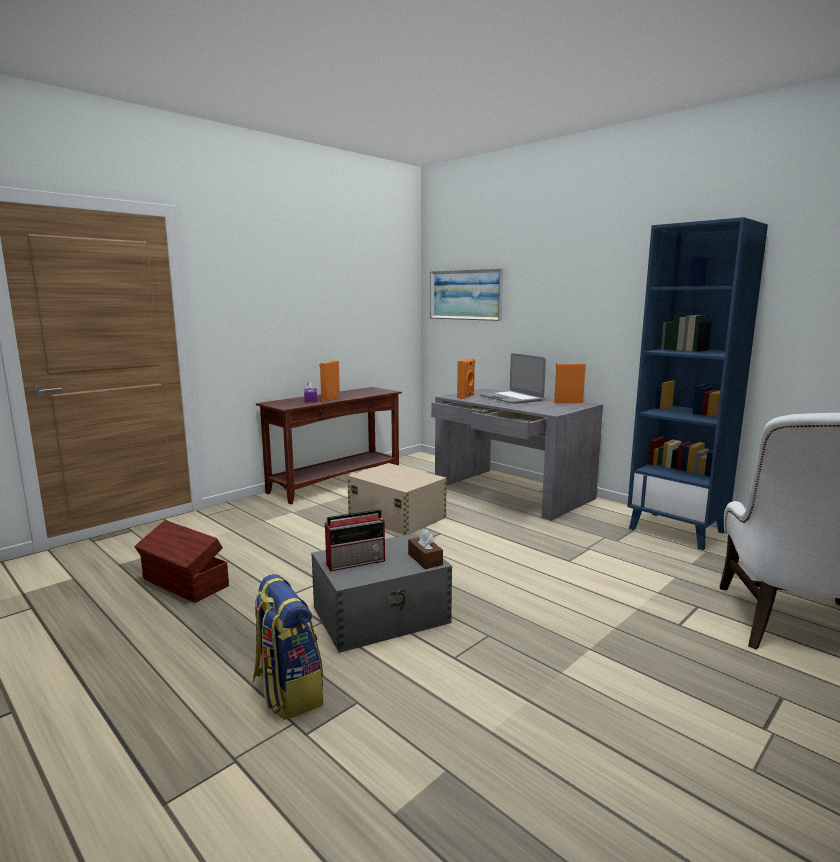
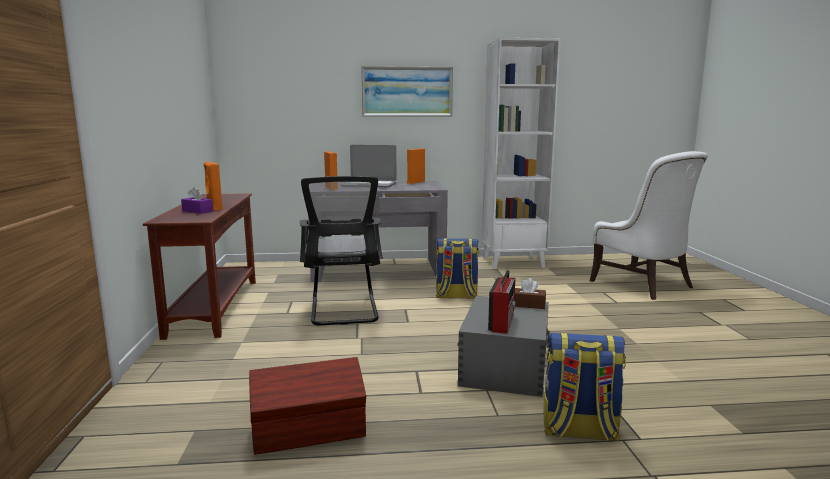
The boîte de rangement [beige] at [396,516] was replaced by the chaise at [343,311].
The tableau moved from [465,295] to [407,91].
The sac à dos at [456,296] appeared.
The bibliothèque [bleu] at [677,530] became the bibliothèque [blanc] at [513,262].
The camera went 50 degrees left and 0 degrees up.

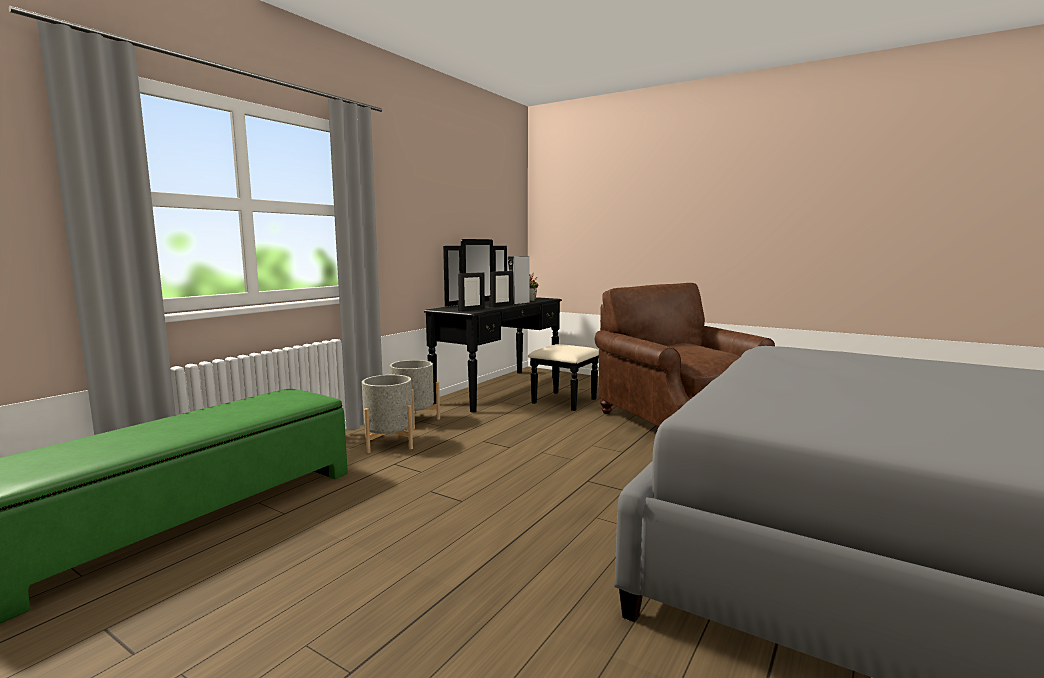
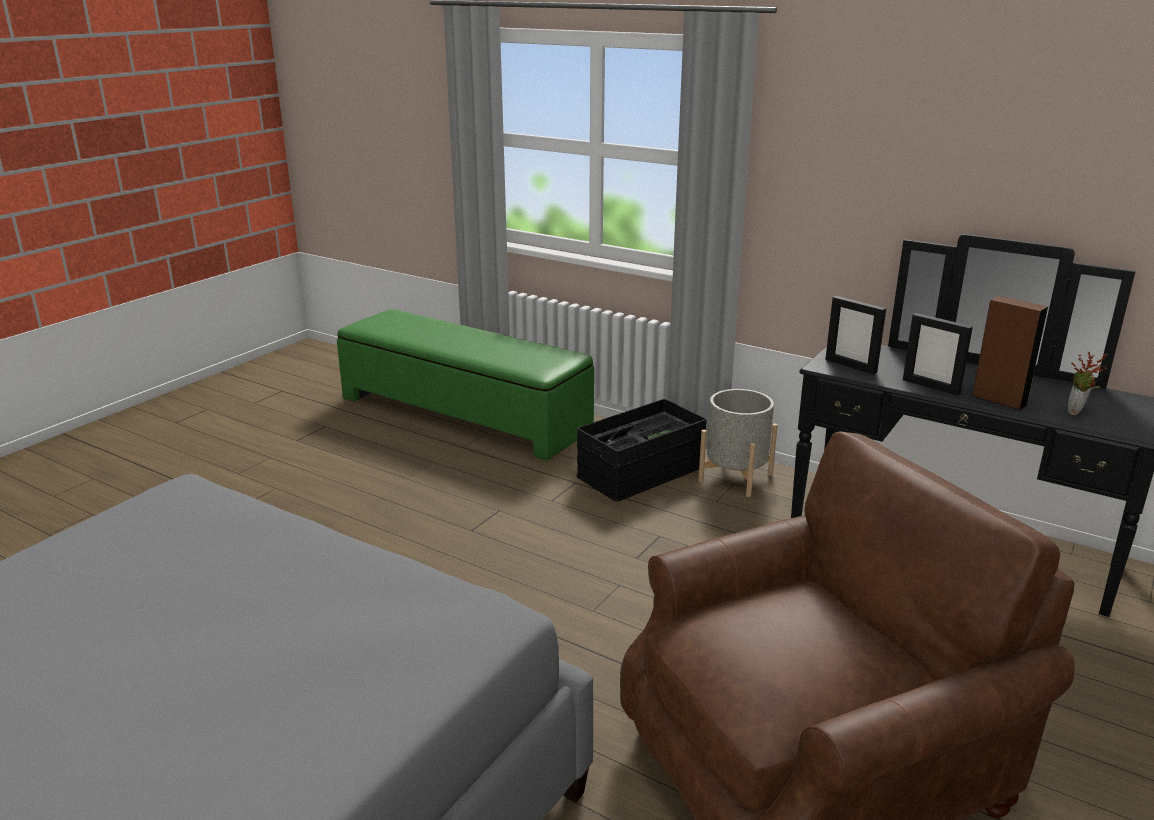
The cache-pot [gris] at [389,443] was replaced by the boîte de rangement [noir] at [641,472].
The enceinte [gris] at [518,303] became the enceinte [marron] at [999,400].
The camera went 90 degrees right and 15 degrees up.

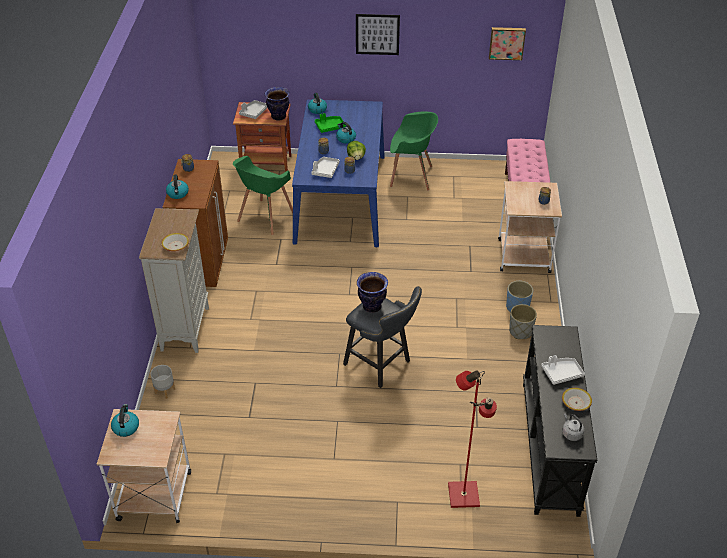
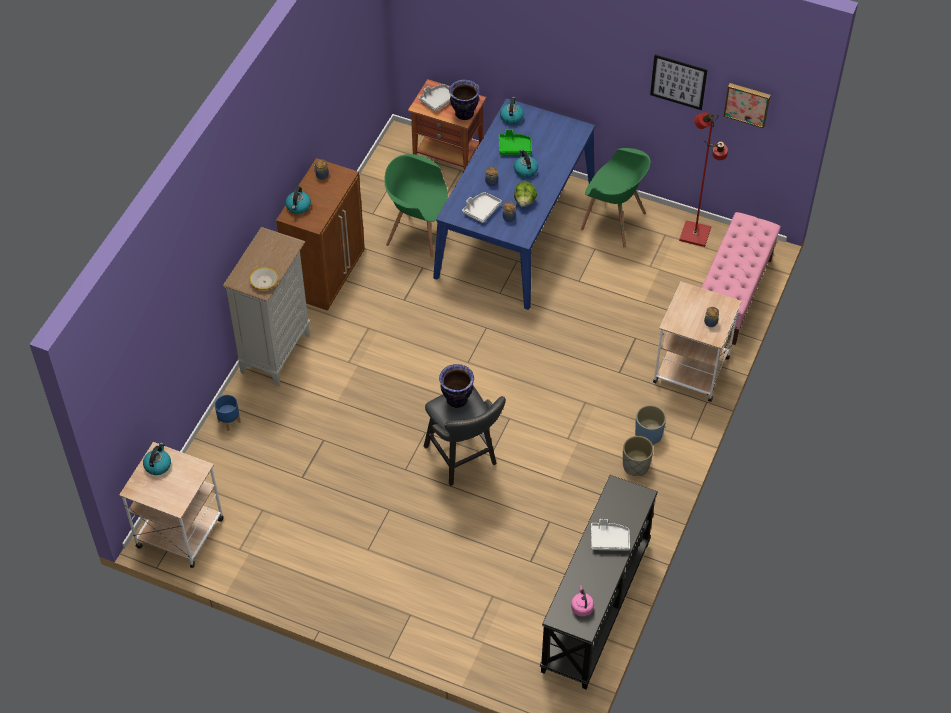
The cache-pot [gris] at [164,390] became the cache-pot [bleu] at [229,421].
The chaise [vert] at [265,217] turned 60 degrees clockwise.
The bouilloire [gris] at [571,433] became the bouilloire [rose] at [581,607].
The tableau moved from [377,34] to [678,82].
The lampadaire [rouge] moved from [463,495] to [695,234].
The bol at [576,403] disappeared.
The camera went 20 degrees right and 10 degrees up.

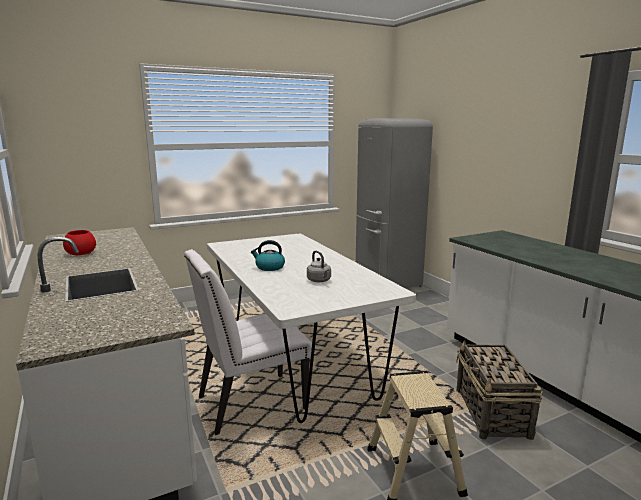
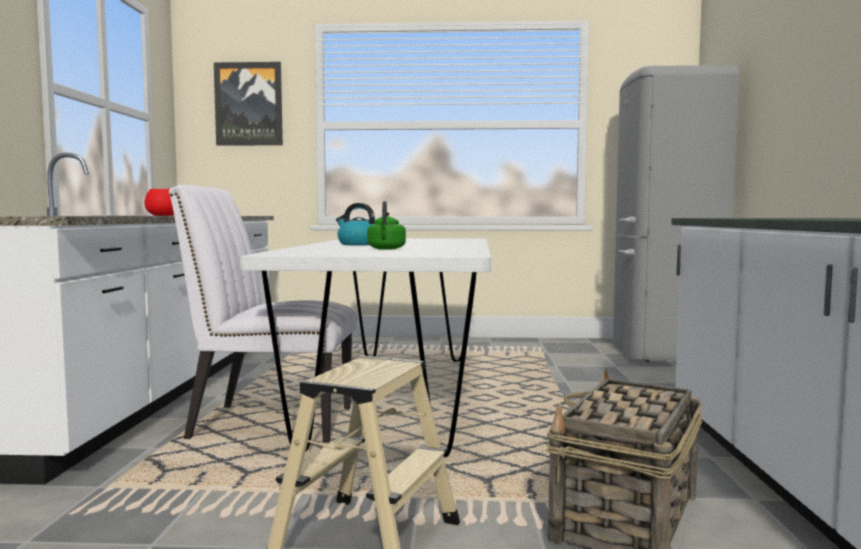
The tableau at [249,104] appeared.
The bouilloire [gris] at [319,281] became the bouilloire [vert] at [386,249].
The camera went 30 degrees right and 10 degrees down.

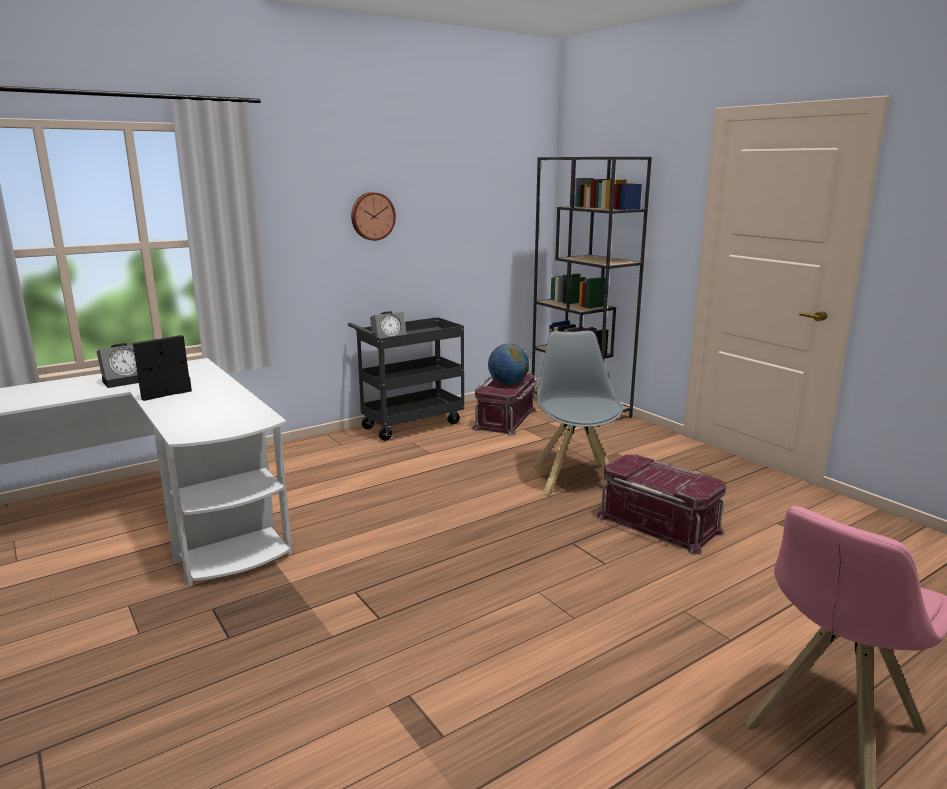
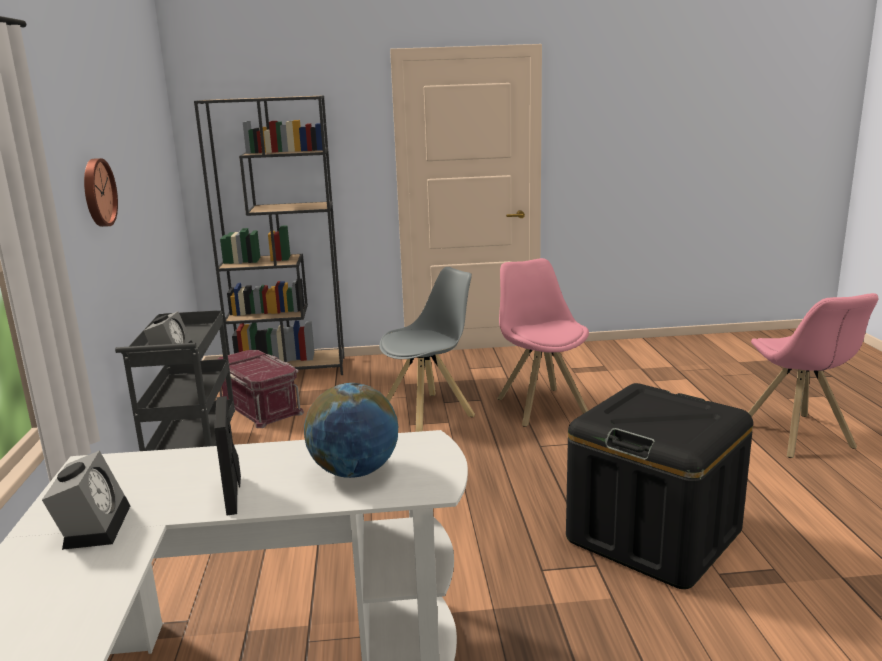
The globe moved from [508,383] to [354,471].
The chaise [gris] at [574,477] turned 120 degrees clockwise.
The boîte de rangement [rouge] at [659,523] was replaced by the chaise [rose] at [540,406].
The boîte de rangement [noir] at [653,535] appeared.
The camera went 60 degrees left and 0 degrees up.

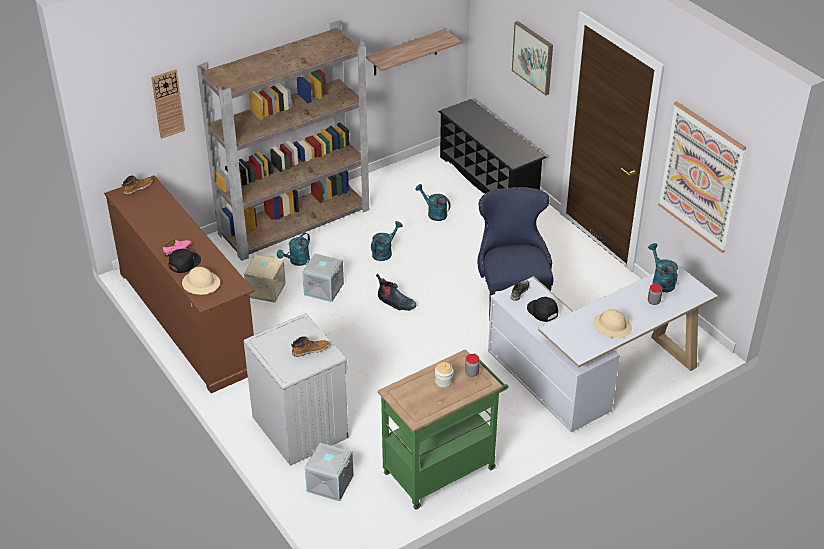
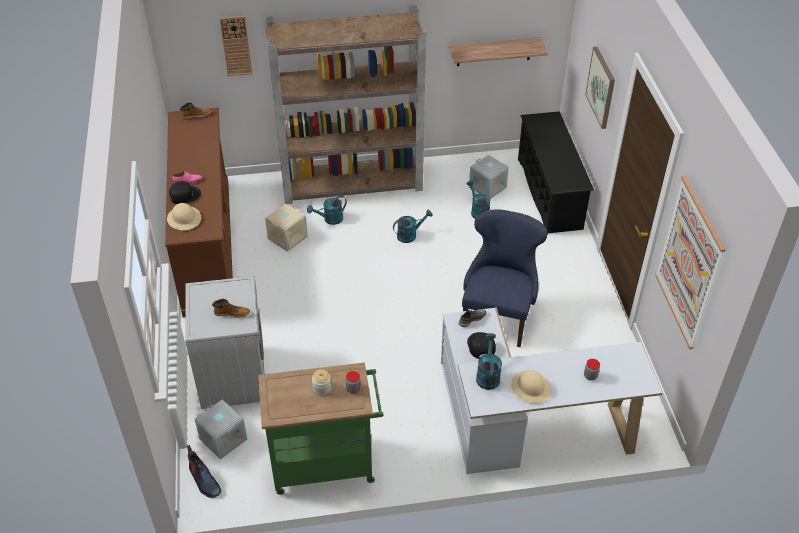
The botte moved from [395,303] to [204,481].
The boîte de rangement [gris] moved from [324,288] to [488,187].
The arrosoir [turquoise] moved from [661,281] to [487,375].
The camera went 25 degrees right and 5 degrees up.

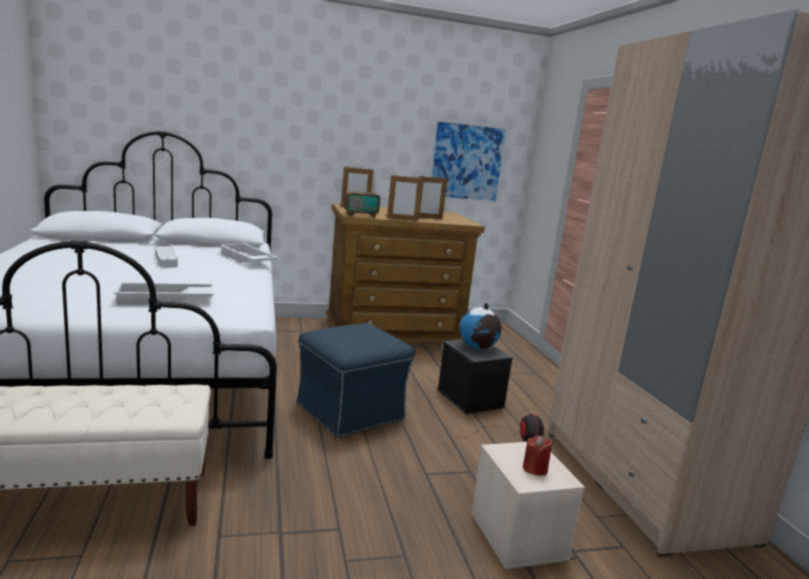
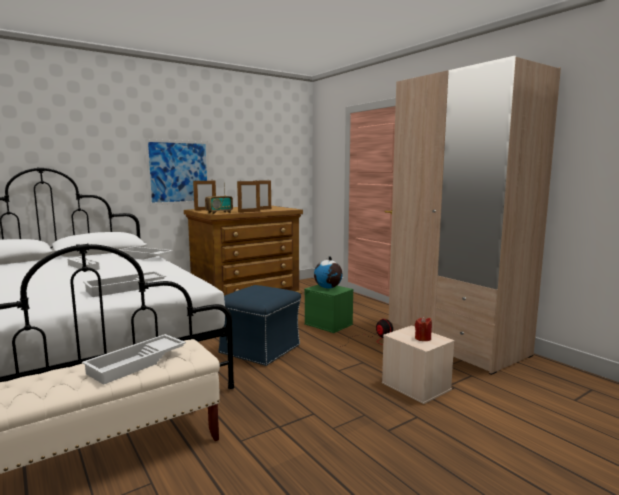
The plateau [blanc] at [137,363] appeared.
The tableau moved from [467,162] to [179,172].
The boîte de rangement [noir] at [471,399] became the boîte de rangement [vert] at [329,324].
The camera went 20 degrees left and 5 degrees down.

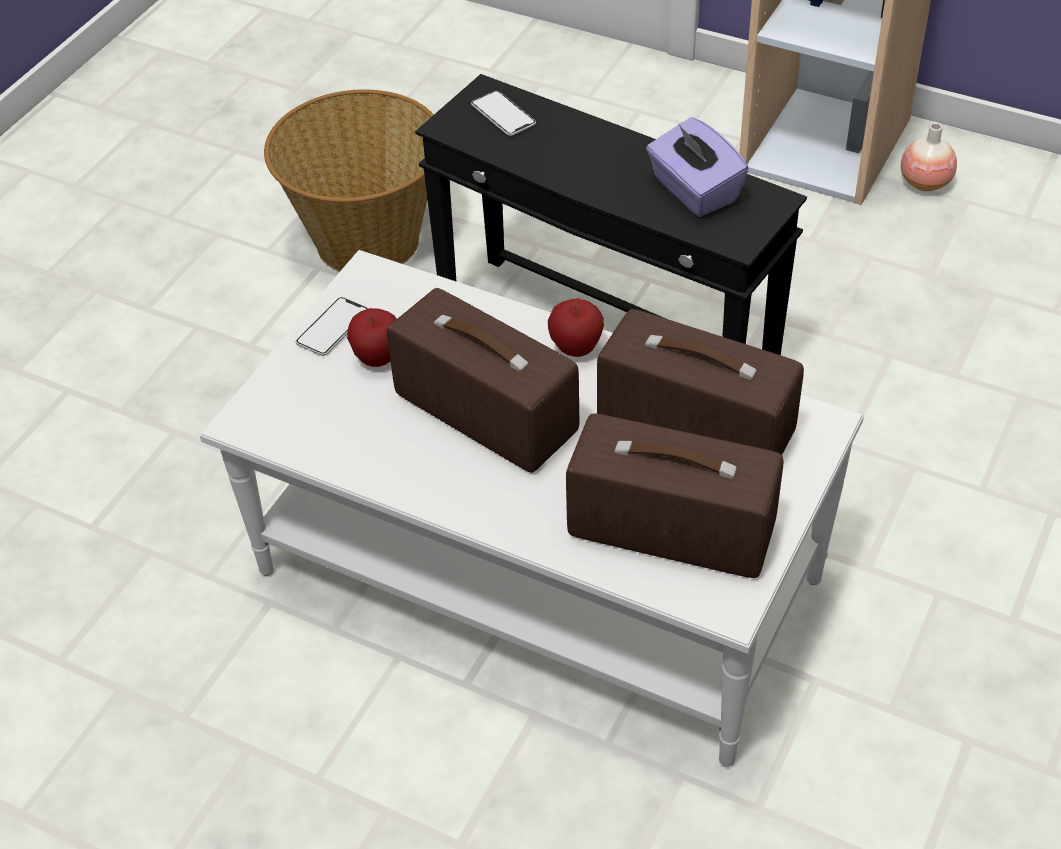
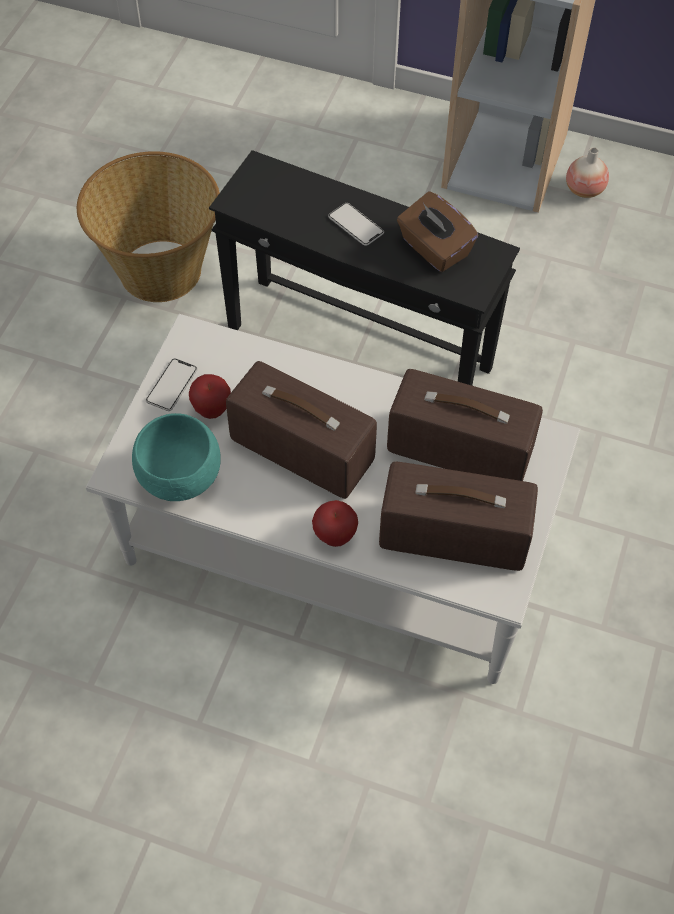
The bol [turquoise] at [182,479] appeared.
The pomme moved from [576,349] to [335,536].
The téléphone moved from [503,115] to [356,225].
The boîte à mouchoirs [violet] at [694,191] became the boîte à mouchoirs [marron] at [434,249].
The camera went 10 degrees left and 10 degrees up.

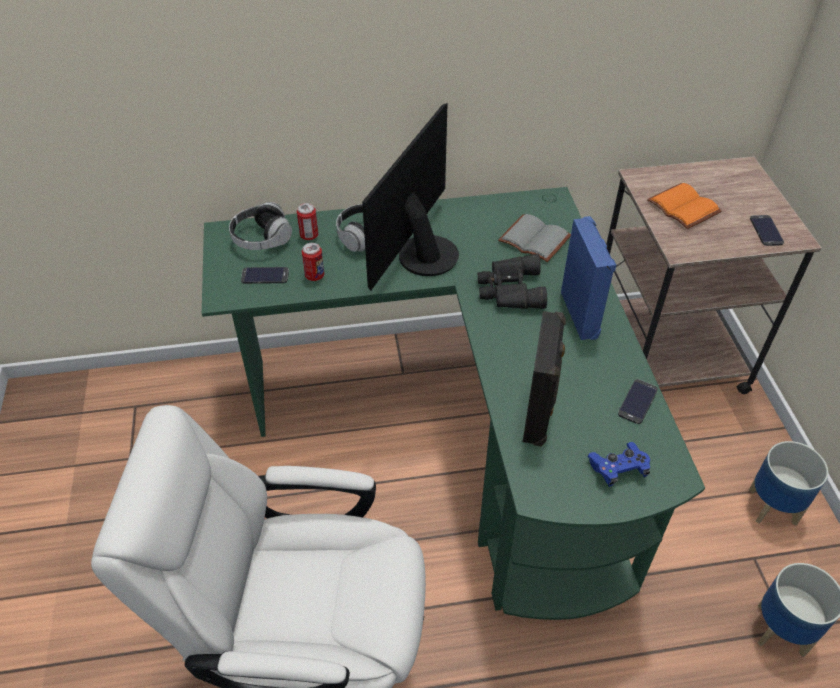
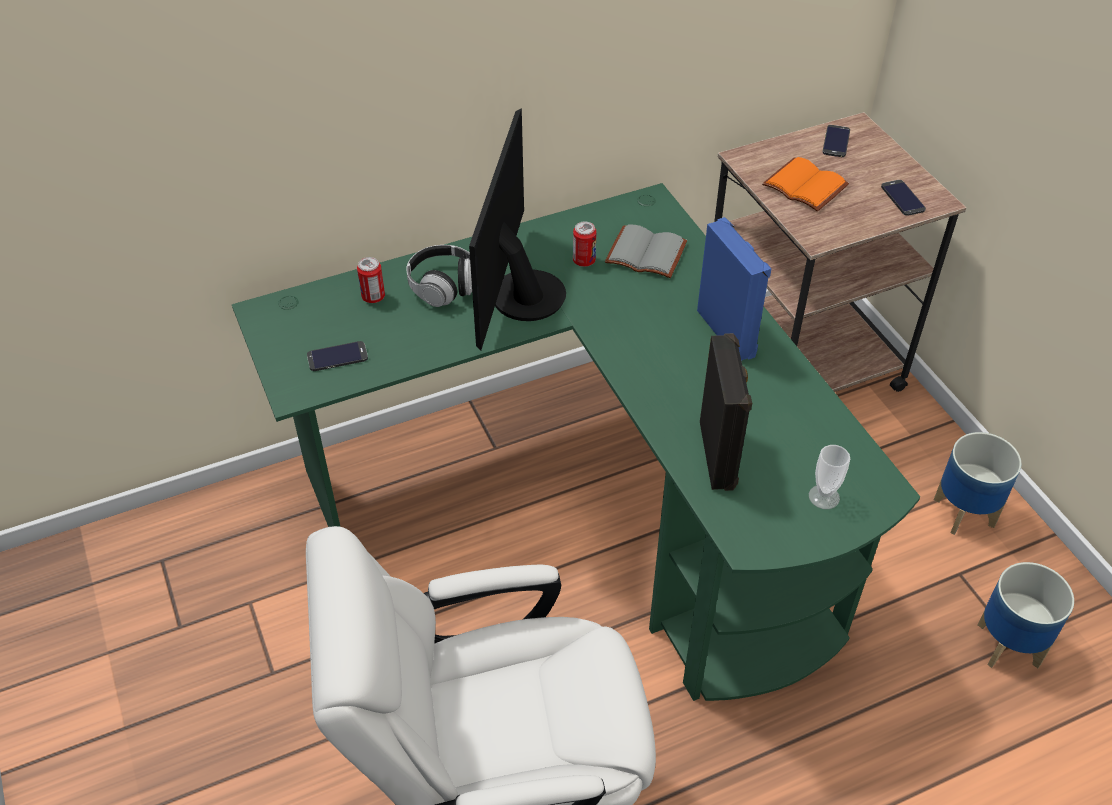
The boîte métallique moved from [314,276] to [584,261].
The manette [bleu] at [618,469] was replaced by the tasse at [824,497].
The téléphone moved from [637,402] to [836,141].
The casque audio at [261,239] disappeared.
The jumelles [noir] at [509,290] disappeared.
The camera went 15 degrees left and 0 degrees up.

